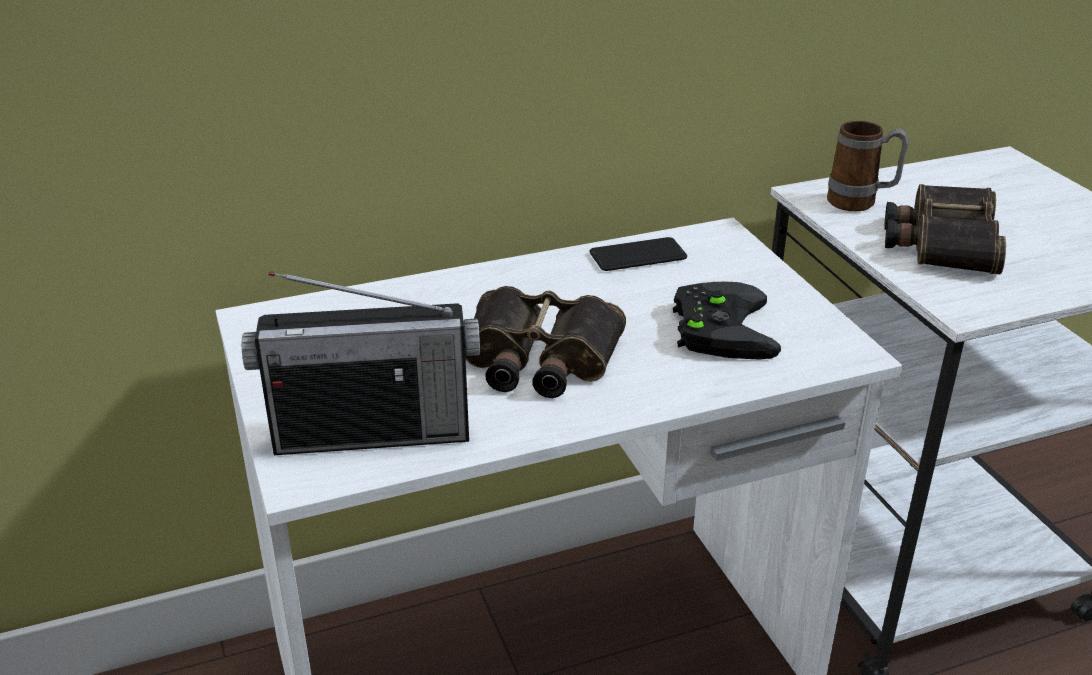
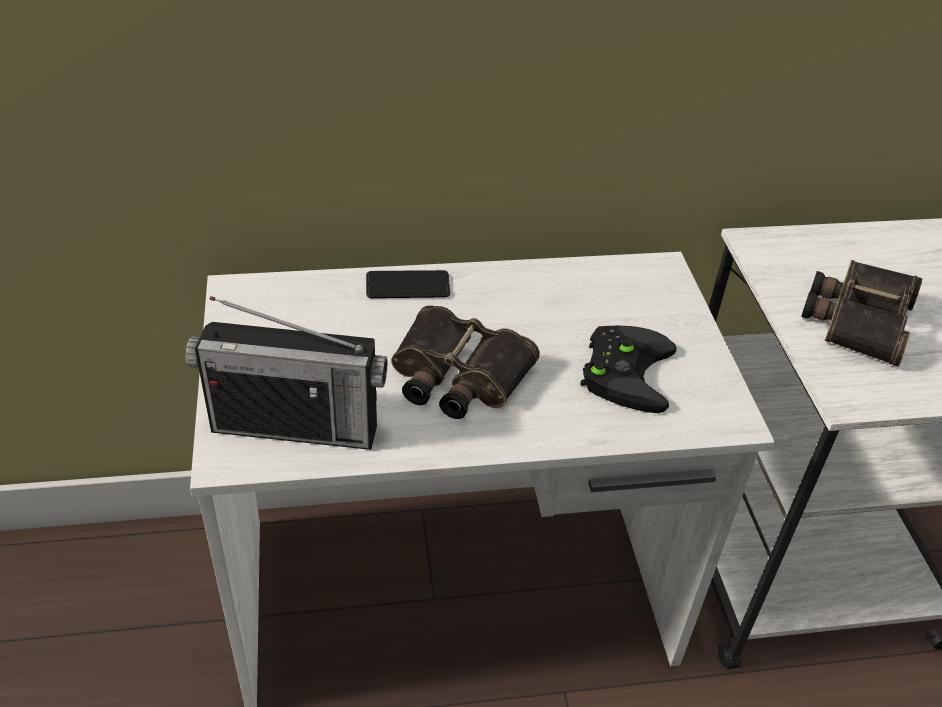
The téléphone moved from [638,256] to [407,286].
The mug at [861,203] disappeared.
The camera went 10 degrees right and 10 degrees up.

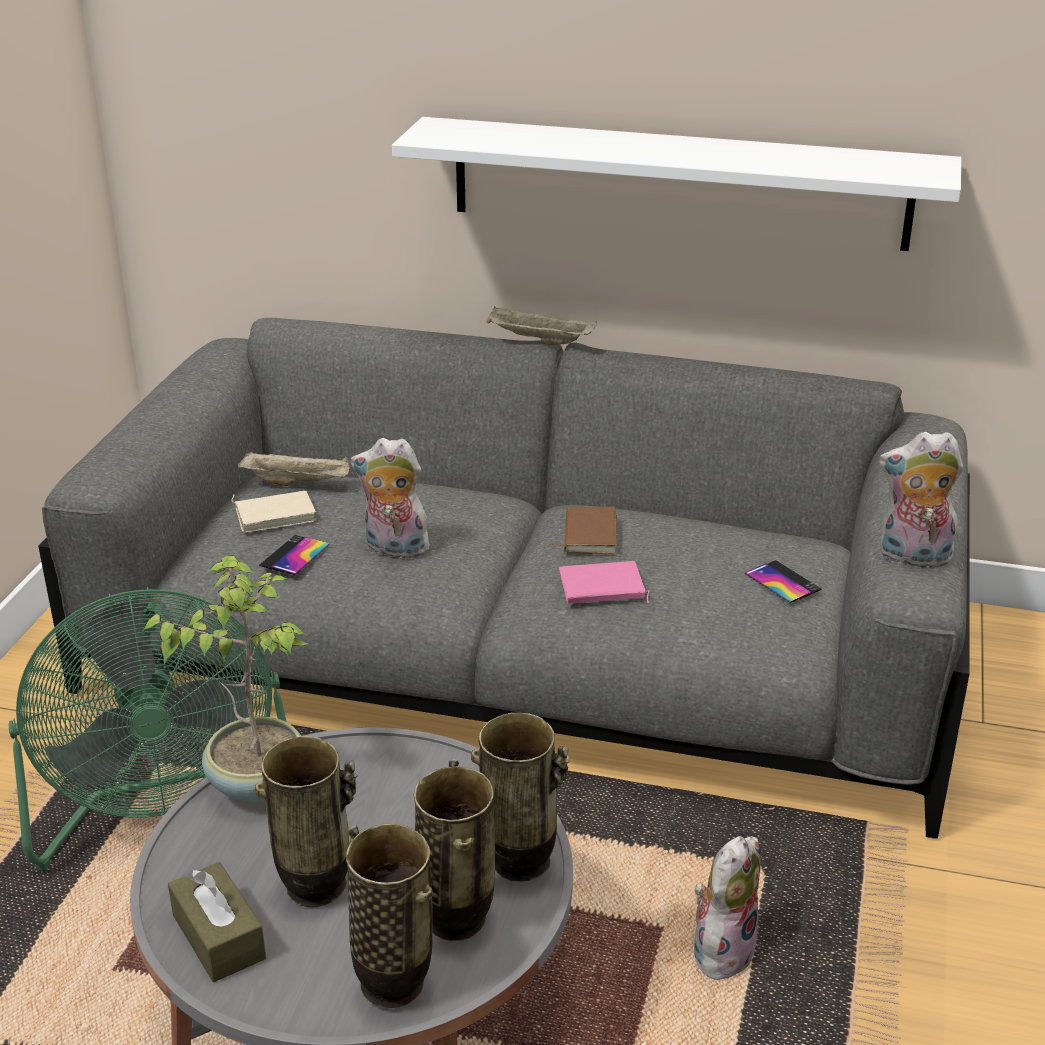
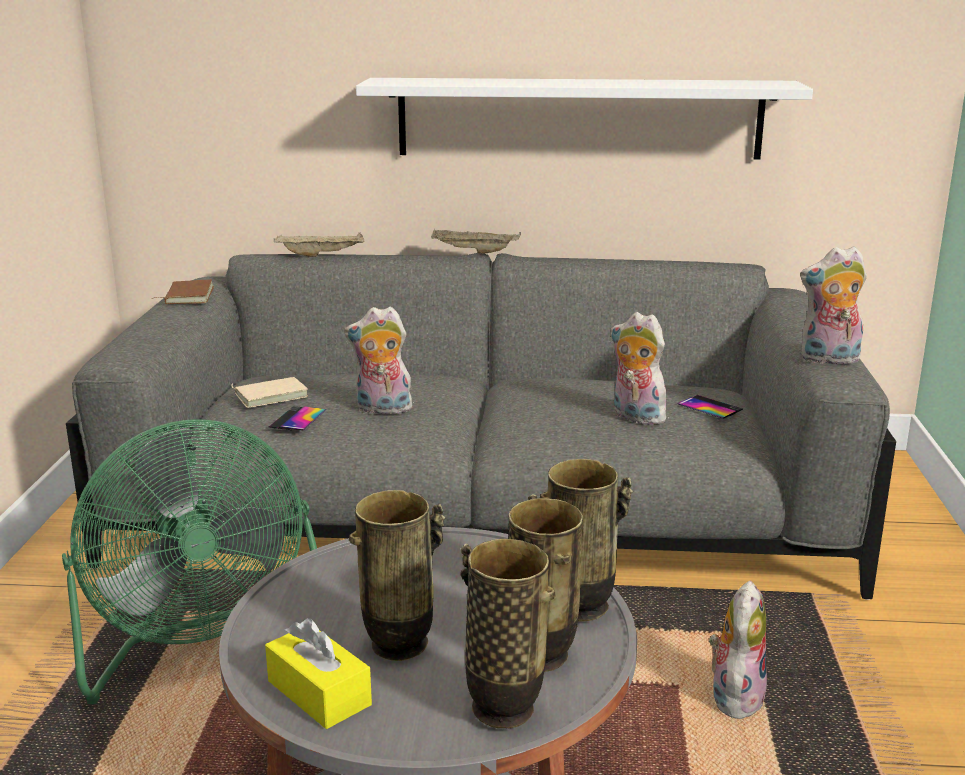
The livre [marron] moved from [587,534] to [187,296].
The boîte à mouchoirs [marron] at [218,937] became the boîte à mouchoirs [jaune] at [319,693].
The plateau [beige] moved from [298,482] to [322,255].
The peluche at [635,417] appeared.
The plante en pot at [257,781] disappeared.
The livre [rose] at [602,589] disappeared.
The camera went 10 degrees left and 10 degrees down.

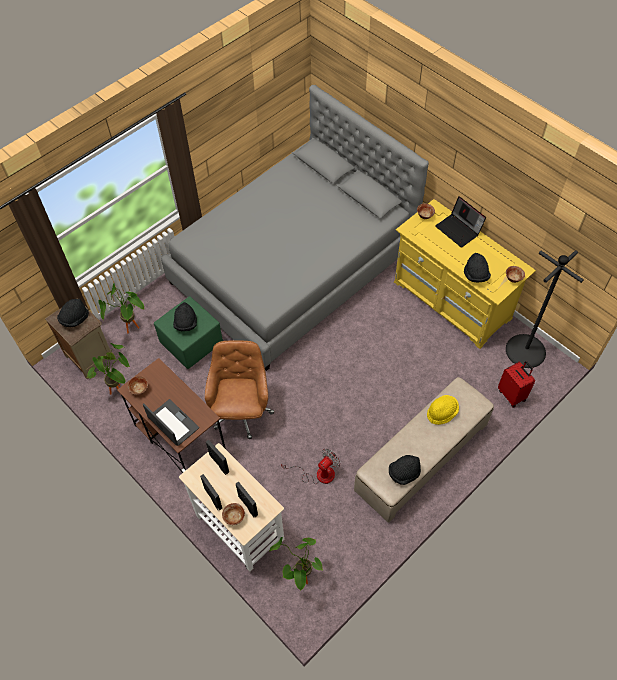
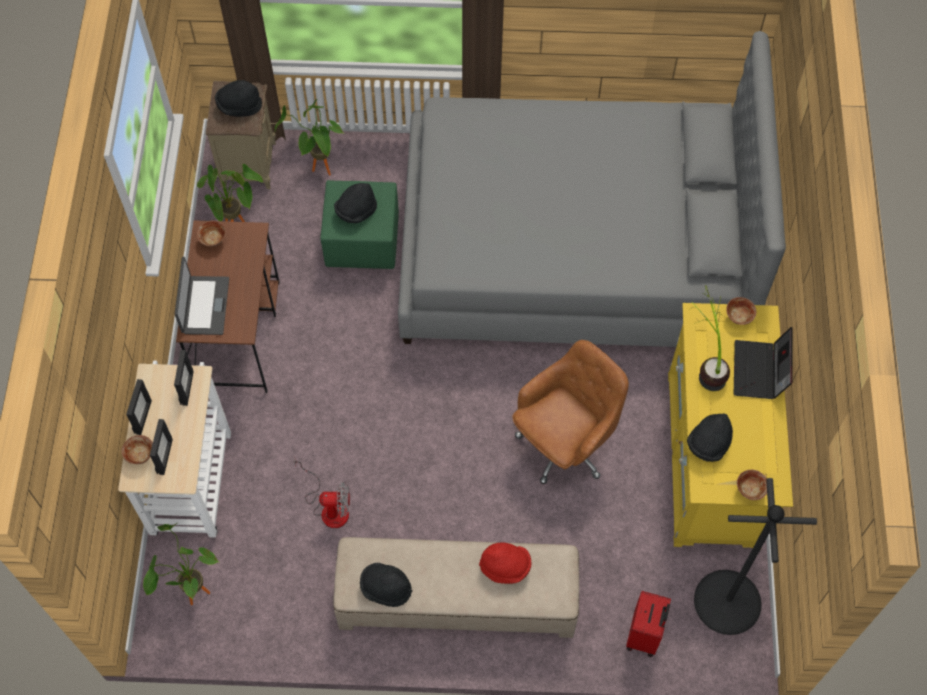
The chapeau [jaune] at [442,413] became the chapeau [rouge] at [505,566].
The chaise de bureau [marron] moved from [242,412] to [564,445].
The plante en pot at [706,363] appeared.
The camera went 45 degrees right and 5 degrees up.

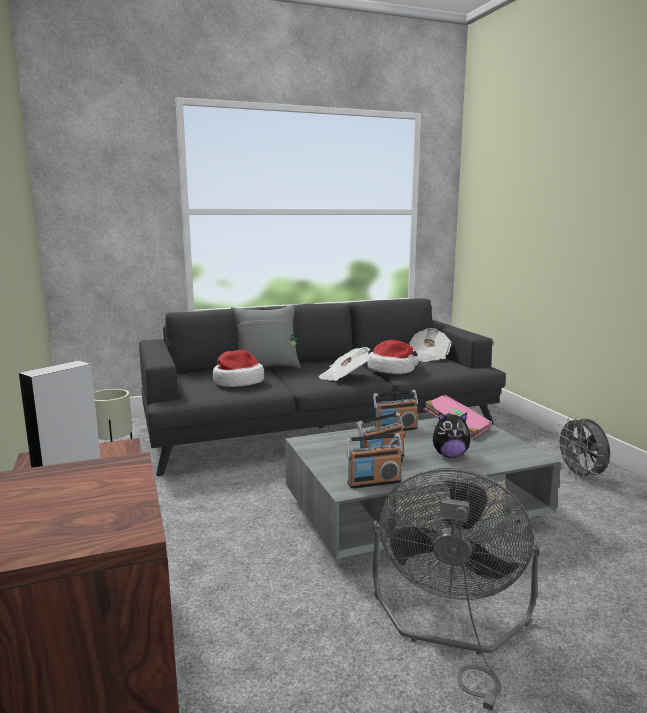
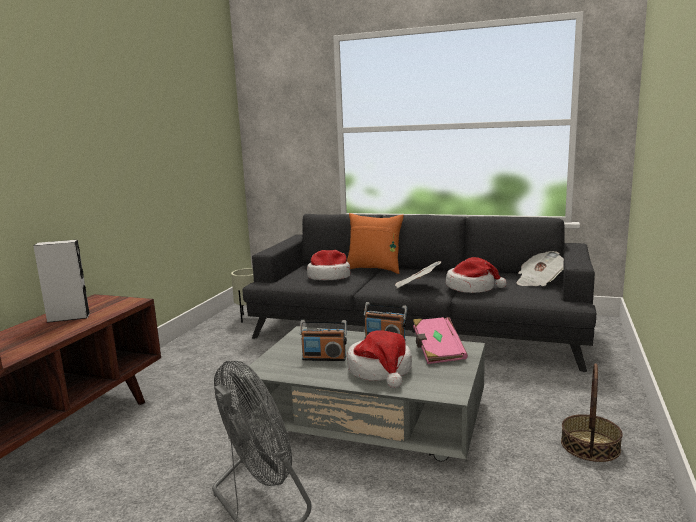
The coussin [gris] at [267,368] became the coussin [orange] at [374,270].
The peluche at [449,455] was replaced by the chapeau at [380,370].
The ventilateur [gris] at [580,476] was replaced by the panier at [590,446].
The radio at [373,482] disappeared.
The camera went 40 degrees right and 0 degrees up.

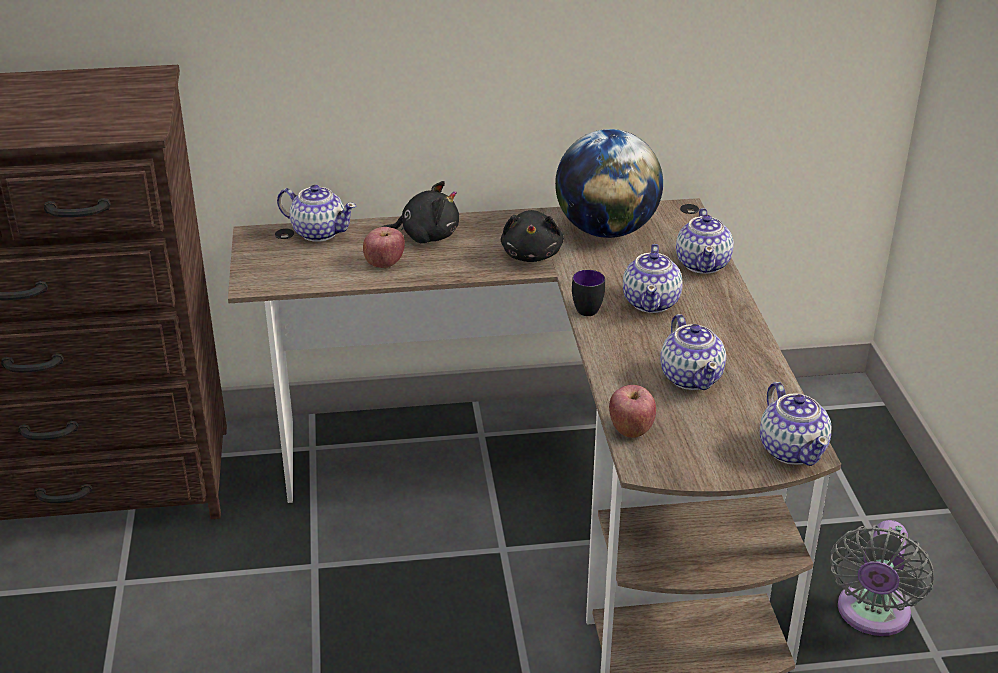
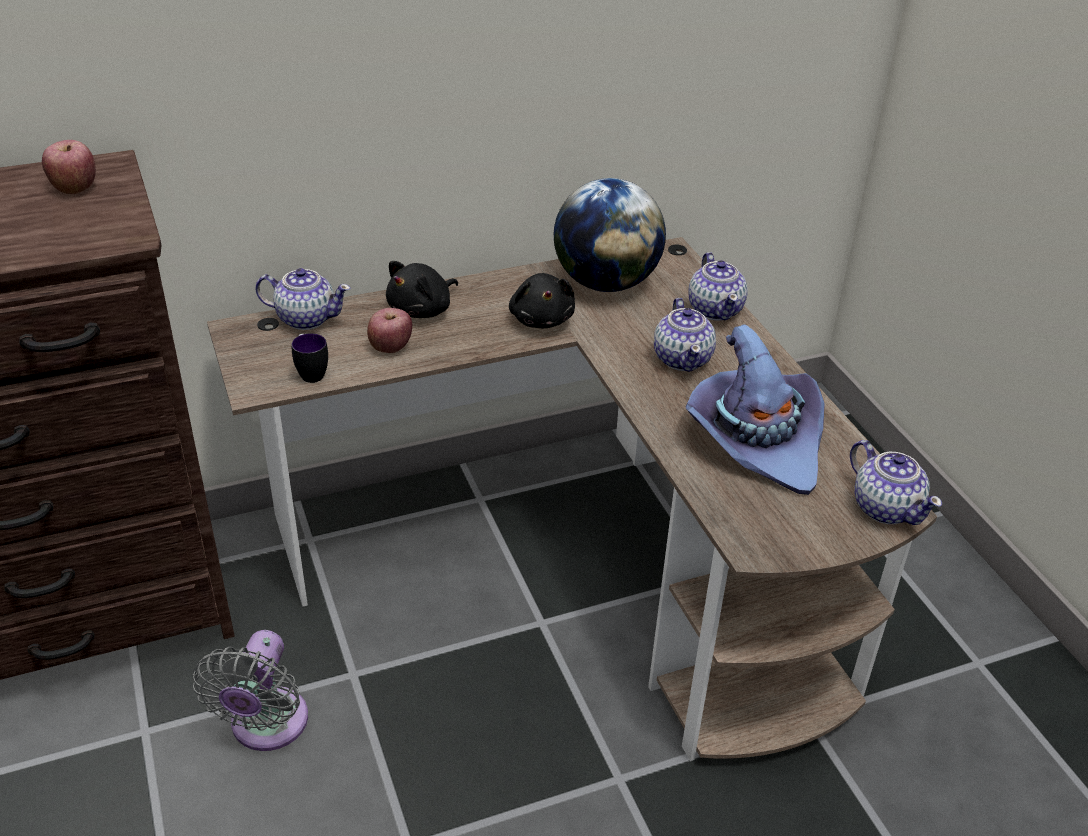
The pomme moved from [631,429] to [74,188].
The ventilateur [gris] moved from [871,615] to [266,727].
The mug moved from [585,307] to [310,372].
The peluche [noir] at [425,236] turned 150 degrees clockwise.
The théière at [691,377] was replaced by the chapeau [violet] at [756,439].
The camera went 15 degrees left and 5 degrees up.

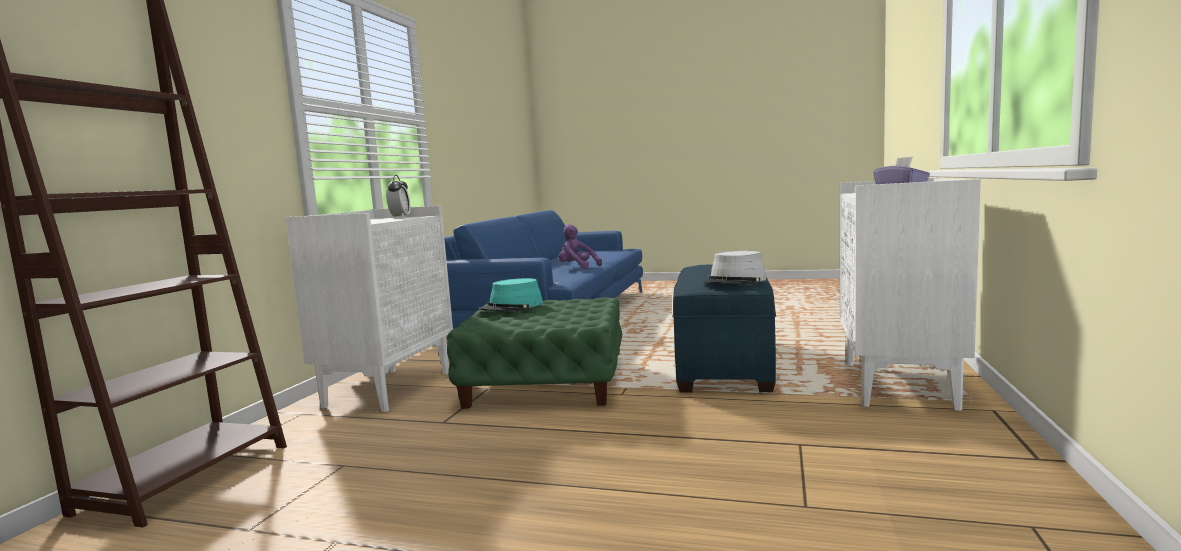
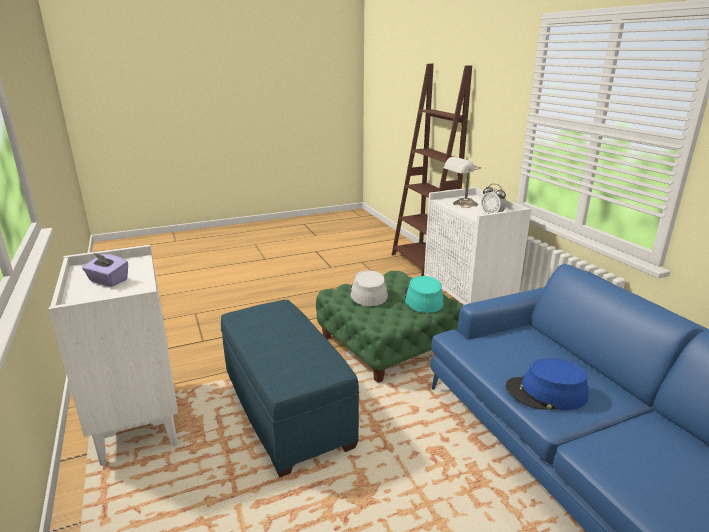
The chapeau [gris] moved from [735,281] to [368,293].
The lampe de table [blanc] at [461,205] appeared.
The peluche [violet] at [577,267] was replaced by the chapeau [bleu] at [546,393].
The camera went 140 degrees right and 15 degrees up.

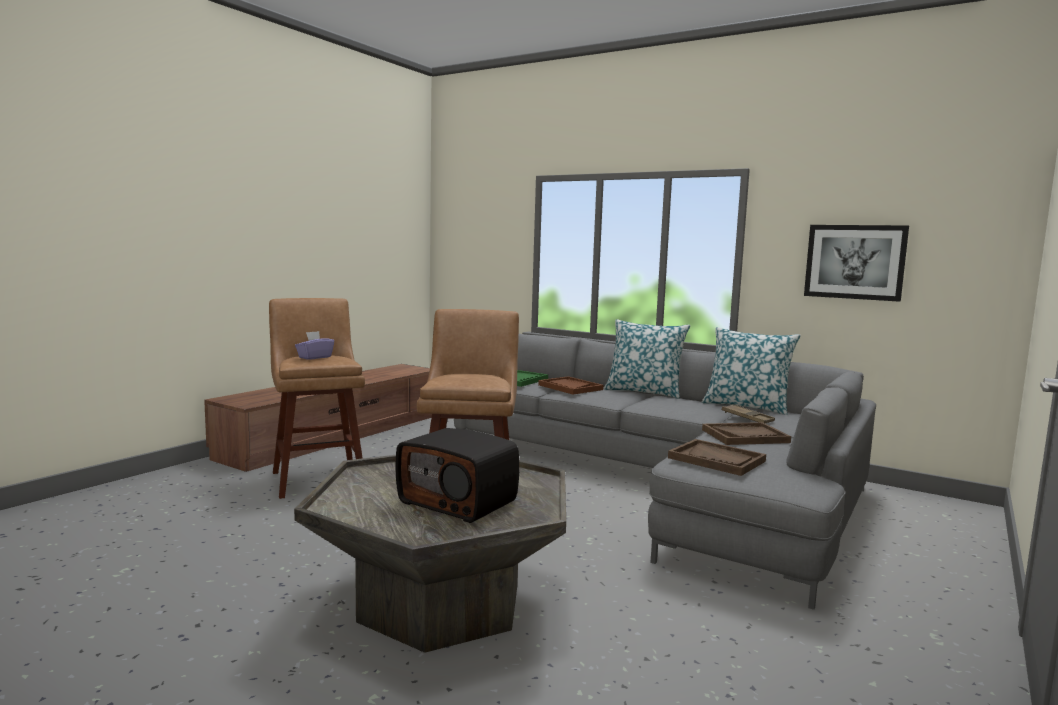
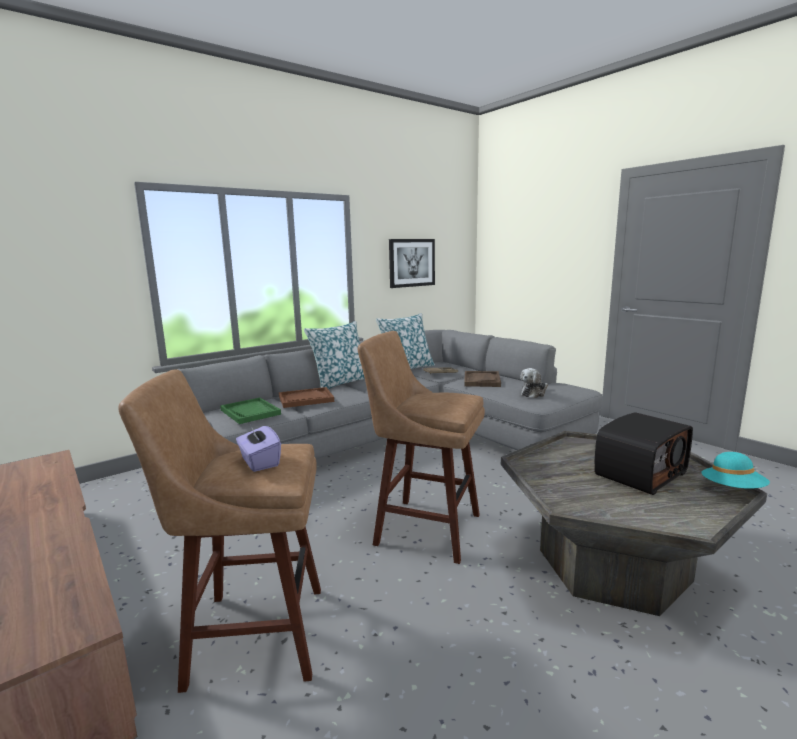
The plateau [marron] at [717,459] was replaced by the peluche at [534,393].
The chapeau [turquoise] at [732,490] appeared.
The camera went 70 degrees left and 5 degrees up.

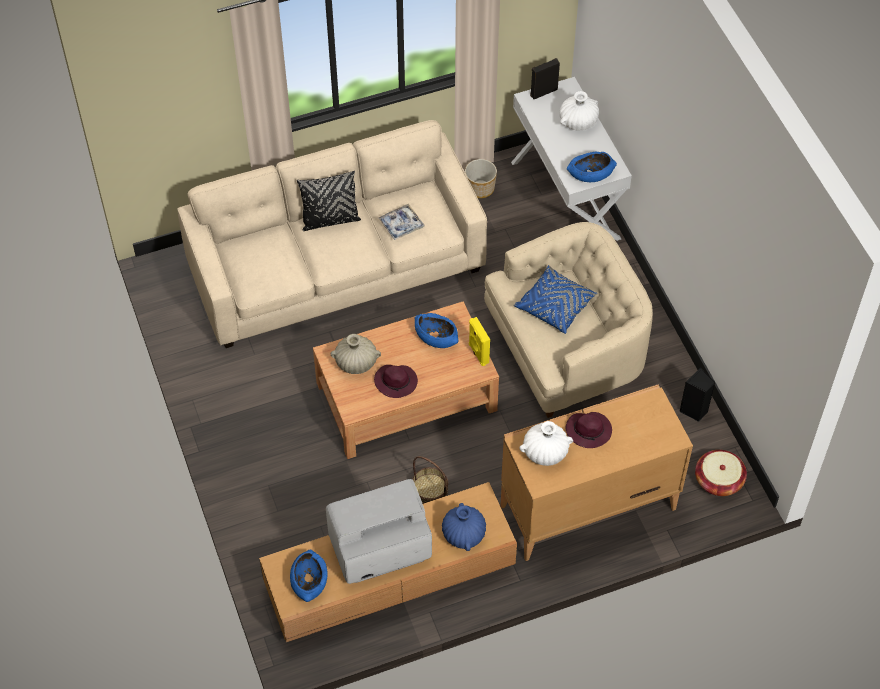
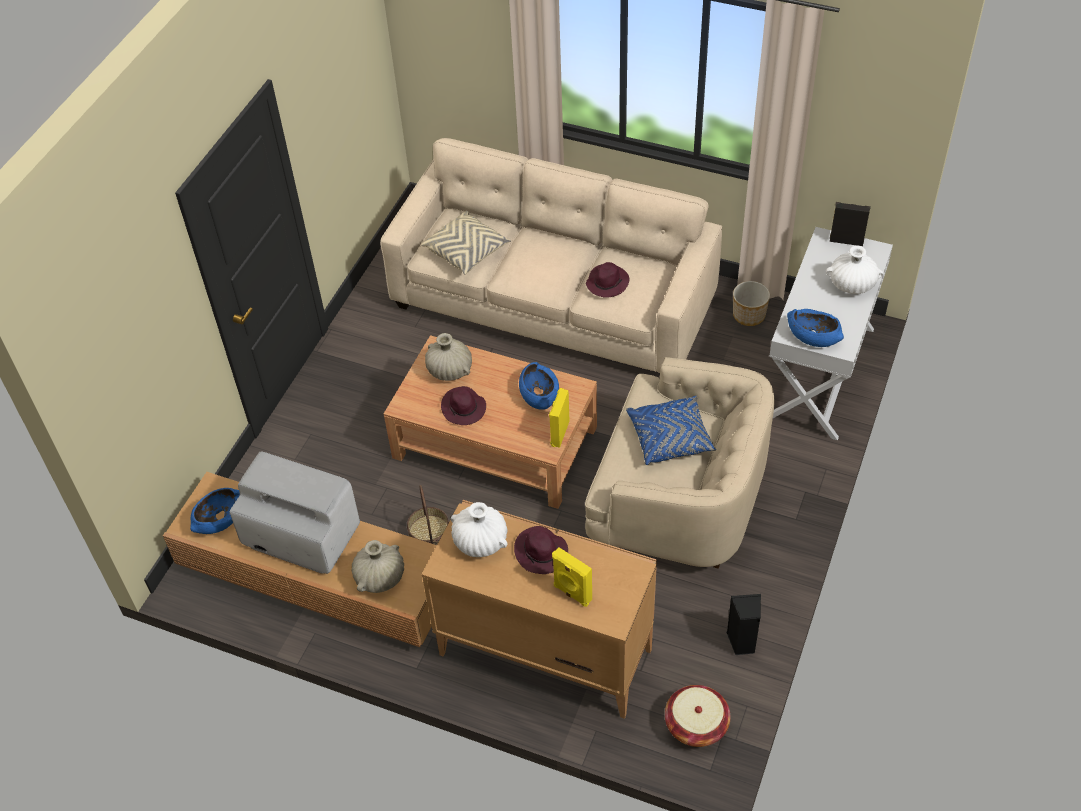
The vase [bleu] at [463,534] became the vase [beige] at [380,577].
The coussin [beige] at [467,251] appeared.
The enceinte [jaune] at [572,593] appeared.
The plateau at [401,225] was replaced by the chapeau [violet] at [607,282].
The coussin [noir] at [330,220] disappeared.
The camera went 45 degrees right and 5 degrees down.

